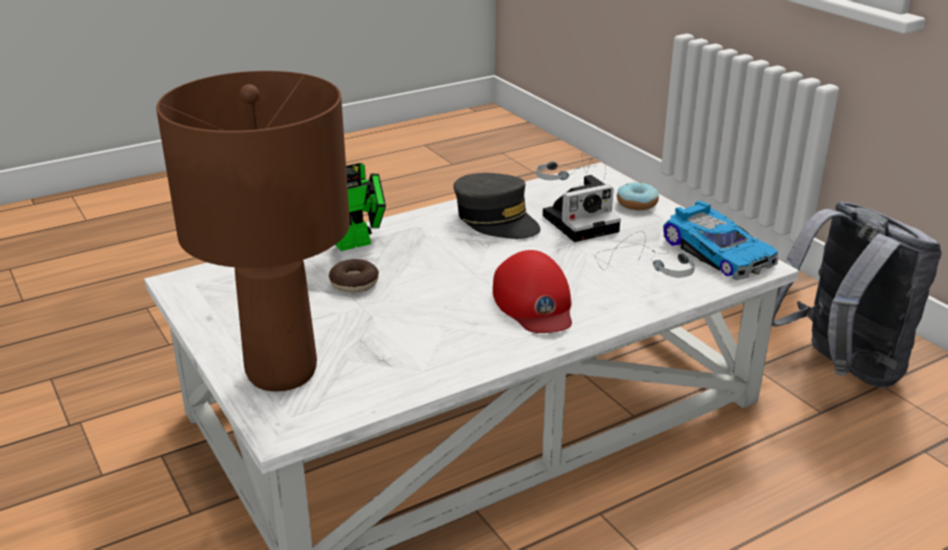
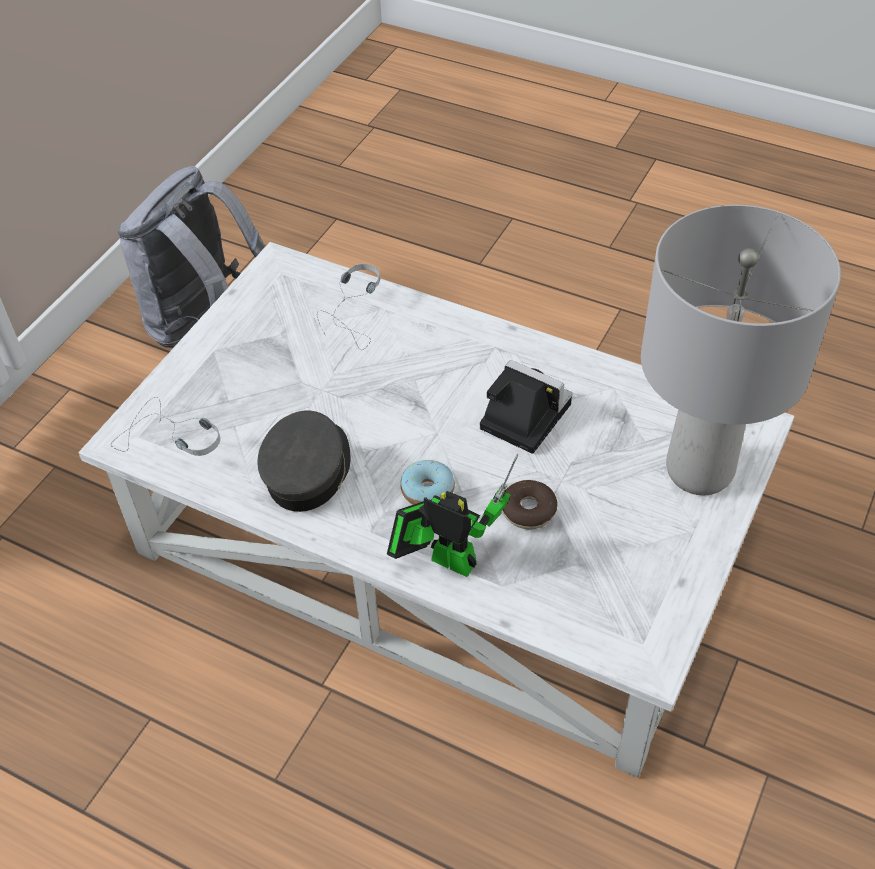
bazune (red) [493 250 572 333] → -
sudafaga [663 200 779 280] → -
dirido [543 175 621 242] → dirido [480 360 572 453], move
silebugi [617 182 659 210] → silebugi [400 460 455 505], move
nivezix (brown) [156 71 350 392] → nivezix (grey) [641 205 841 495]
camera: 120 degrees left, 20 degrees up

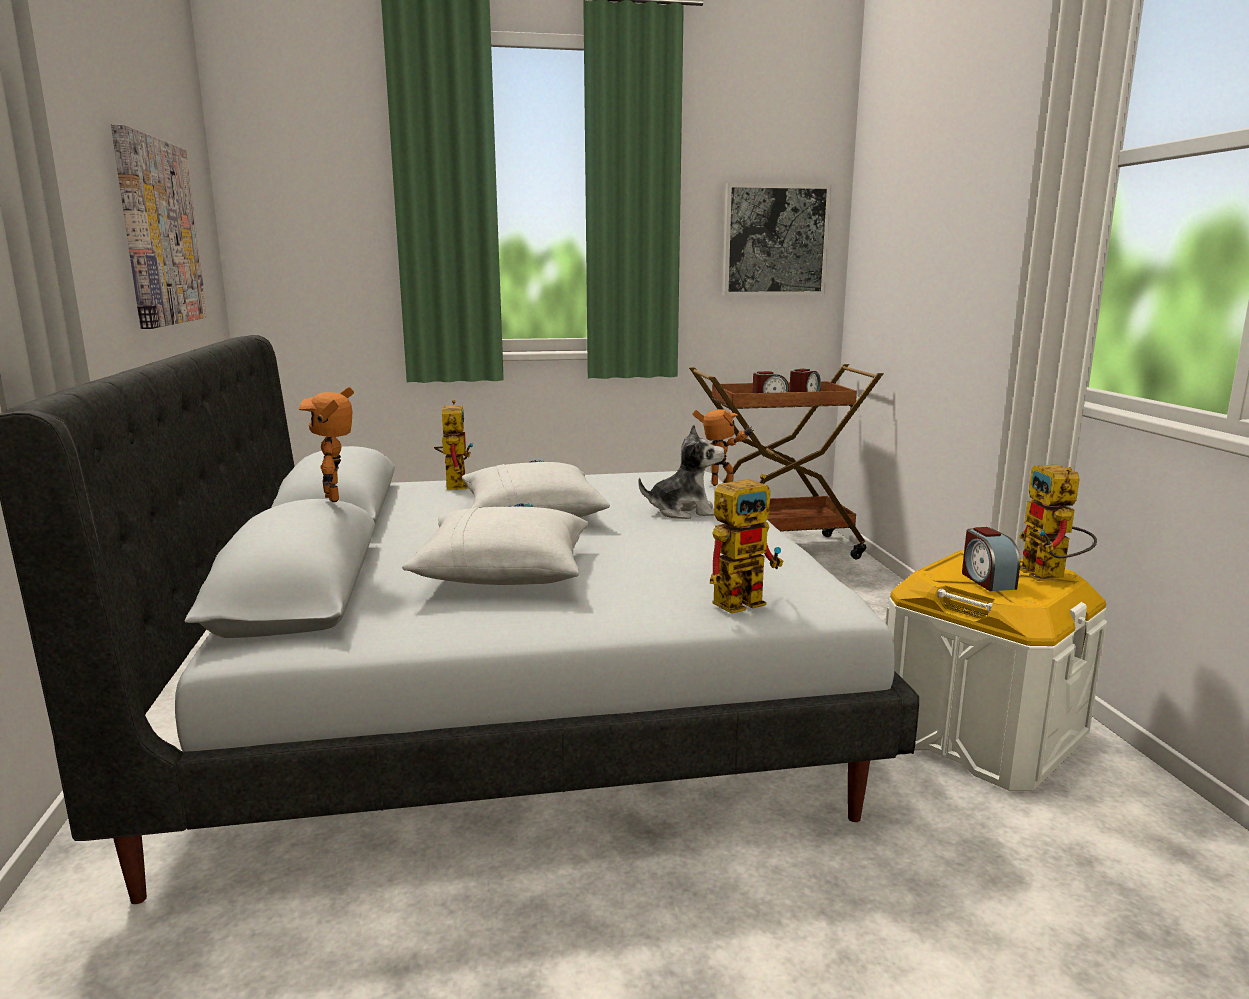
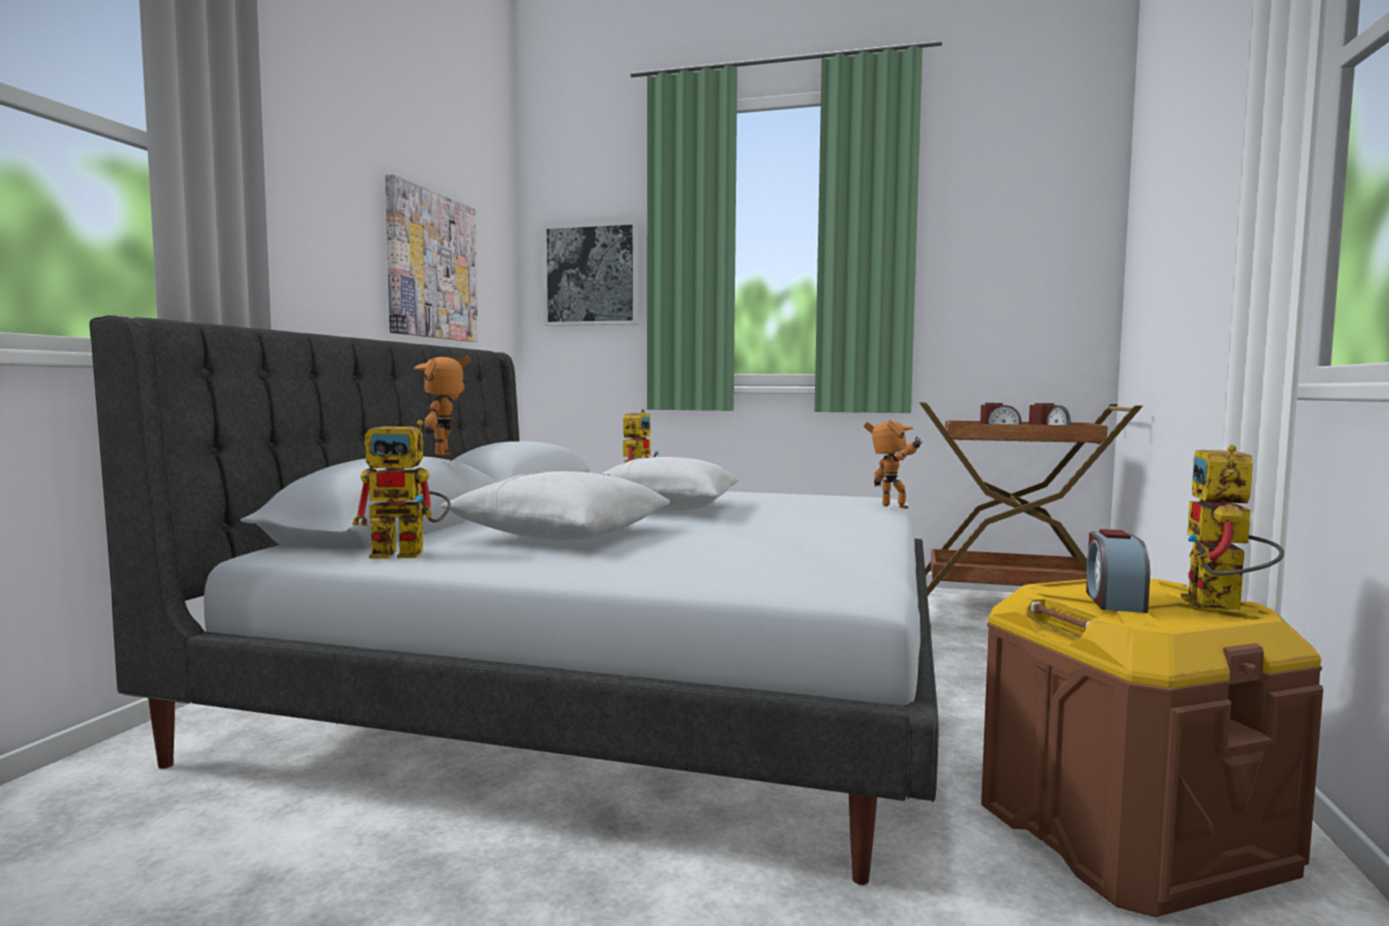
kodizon [638 424 725 519] → -
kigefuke [710 474 783 614] → kigefuke [352 420 451 559], move
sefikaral [722 183 831 295] → sefikaral [543 220 639 326], move
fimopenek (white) [885 550 1107 791] → fimopenek (brown) [981 579 1323 917]
camera: 25 degrees right, 10 degrees down

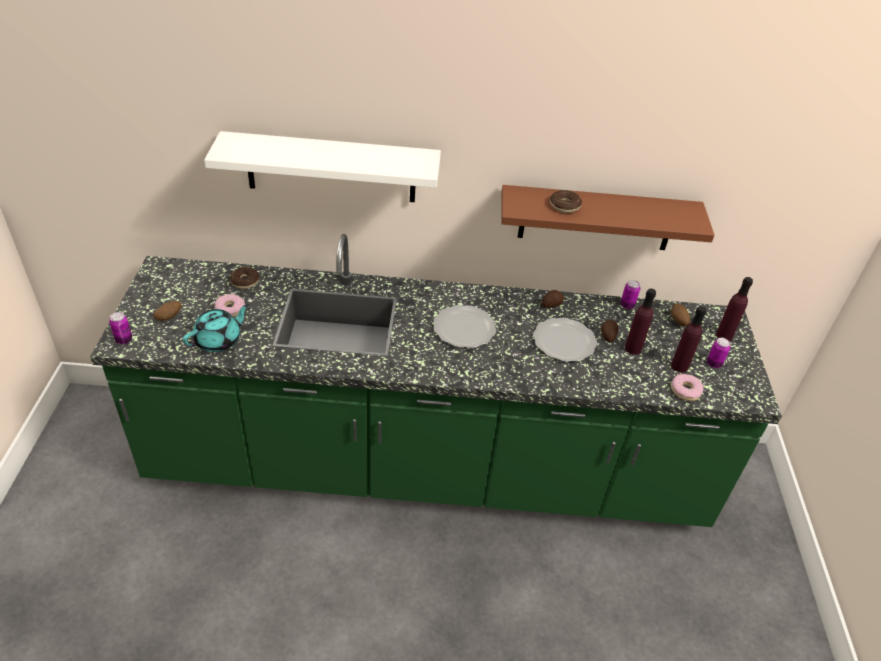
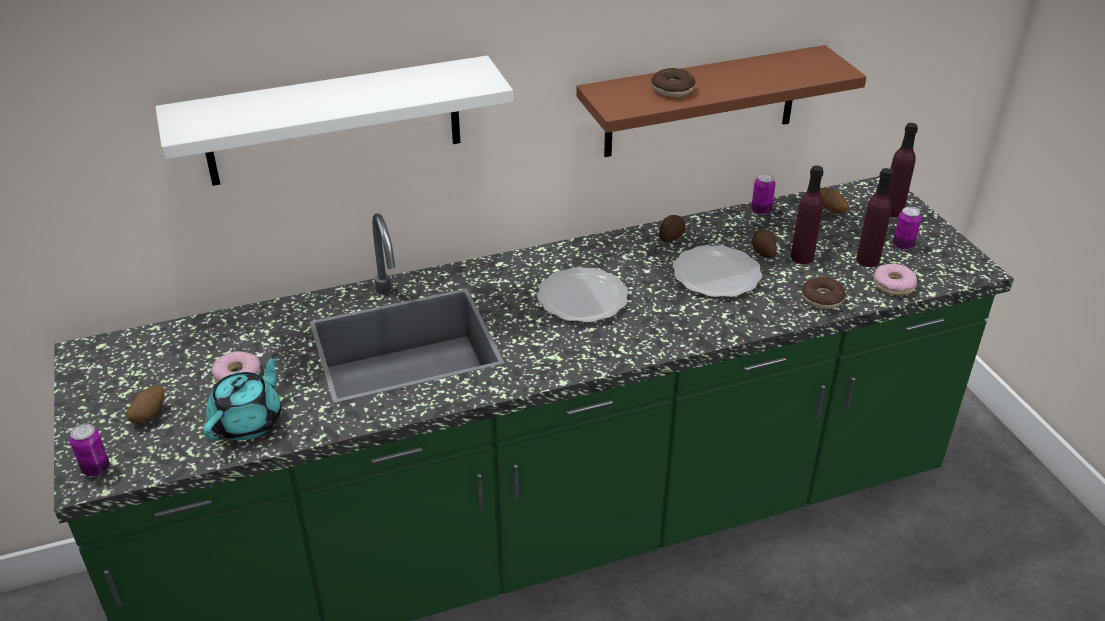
silebugi [230 267 259 289] → silebugi [802 277 846 309], move
camera: 20 degrees left, 5 degrees down

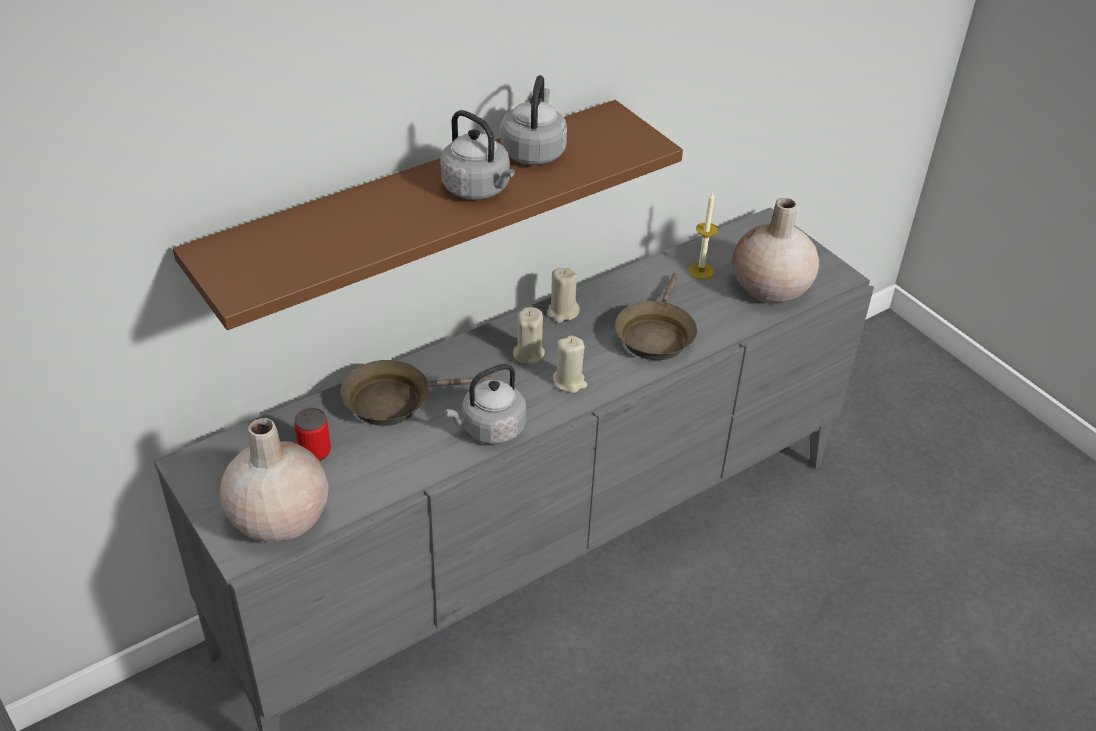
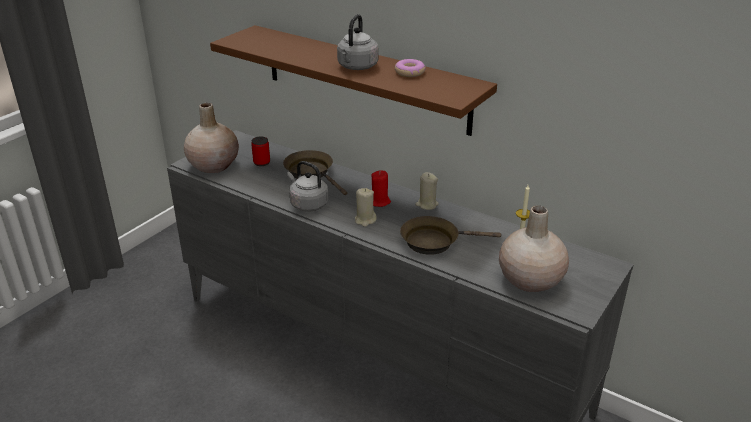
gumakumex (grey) [501 75 567 165] → silebugi [395 59 426 77]
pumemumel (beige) [513 307 545 364] → pumemumel (red) [371 171 391 207]
camera: 70 degrees right, 10 degrees down

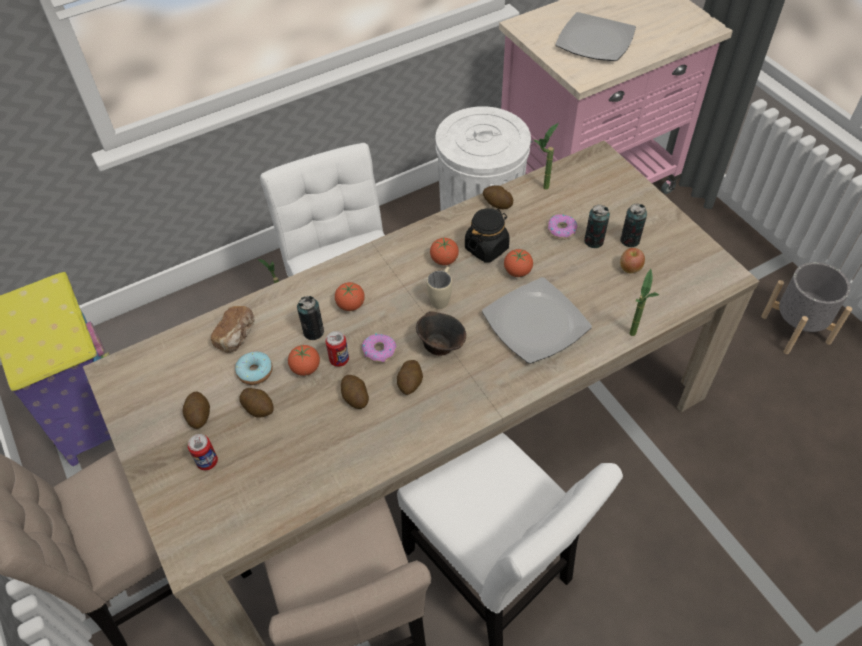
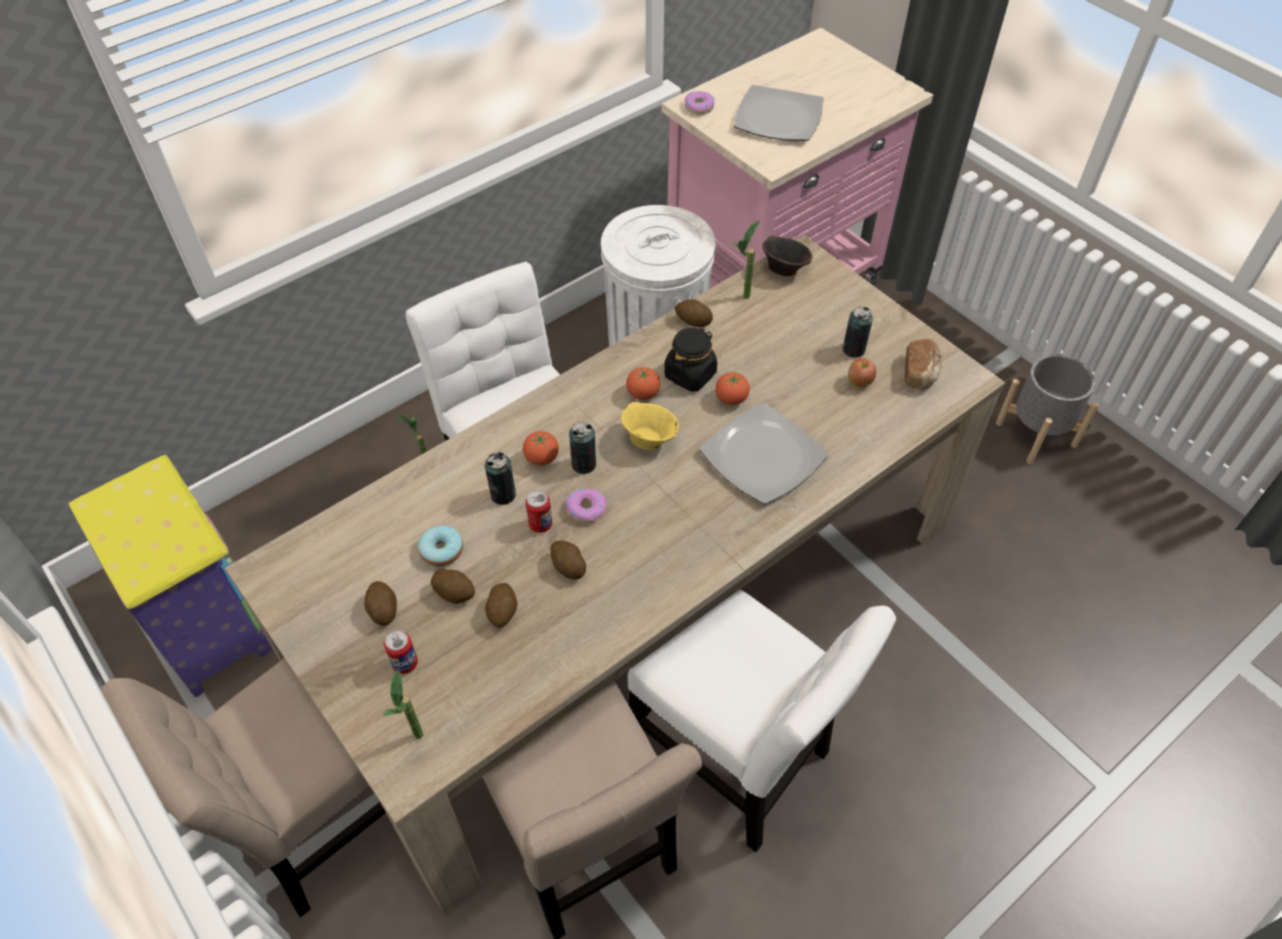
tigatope [288 345 320 376] → -
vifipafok [211 306 254 353] → vifipafok [905 339 942 390], move
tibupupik [397 360 423 395] → tibupupik [485 583 518 628], move
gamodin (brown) [416 311 466 356] → gamodin (brown) [762 236 812 276], move
silebugi [548 214 578 240] → silebugi [685 91 715 115], move
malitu [584 205 610 248] → malitu [569 421 596 474], move
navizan [629 269 659 336] → navizan [383 669 423 739], move
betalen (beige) [427 267 452 309] → gamodin (yellow) [621 402 679 450]
camera: 10 degrees left, 0 degrees up

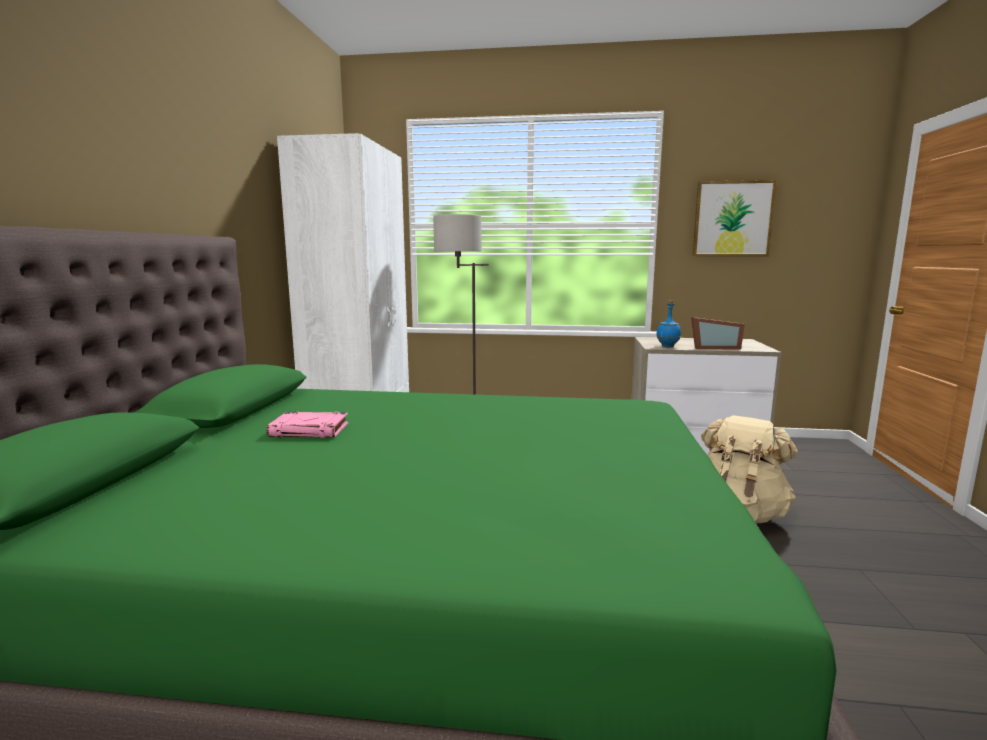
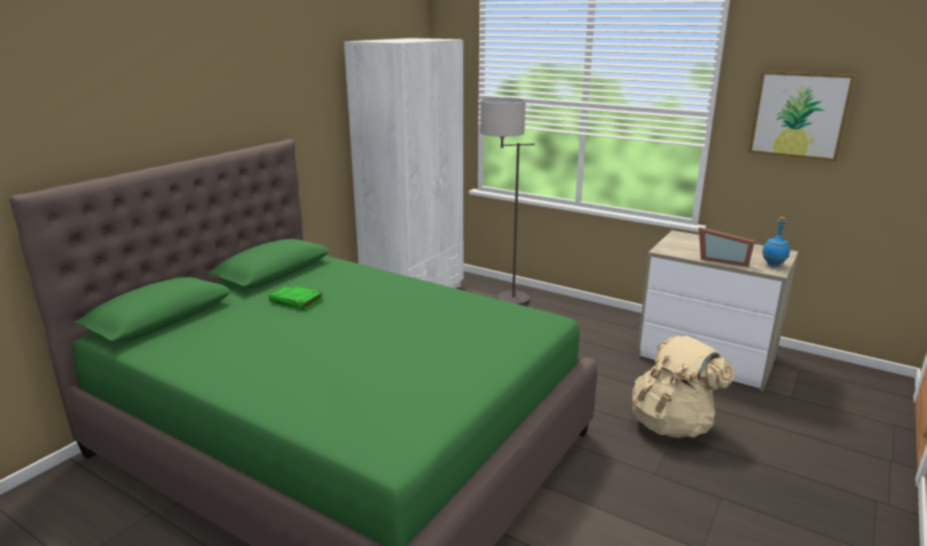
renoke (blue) [656 300 681 347] → renoke (blue) [762 217 790 267], move
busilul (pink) [267 411 348 438] → busilul (green) [269 285 324 310]
camera: 25 degrees right, 10 degrees up

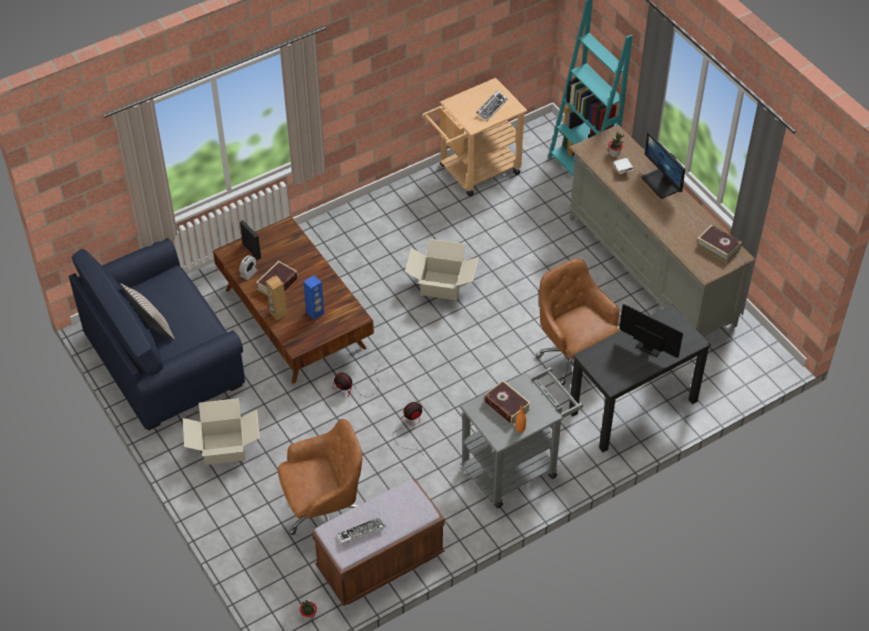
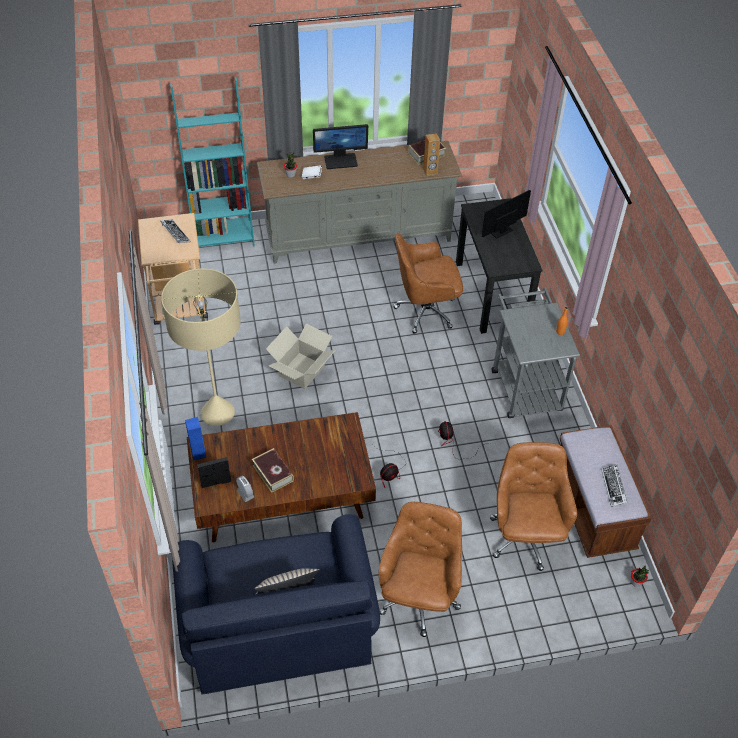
busilul [484 380 531 425] → -
- → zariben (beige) [161 268 240 426]
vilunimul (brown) [266 276 287 320] → vilunimul (brown) [423 133 440 176], move
vilunimul (blue) [303 275 324 320] → vilunimul (blue) [185 417 206 460], move
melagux [183 398 260 465] → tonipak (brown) [379 502 462 637]
camera: 70 degrees left, 0 degrees up

